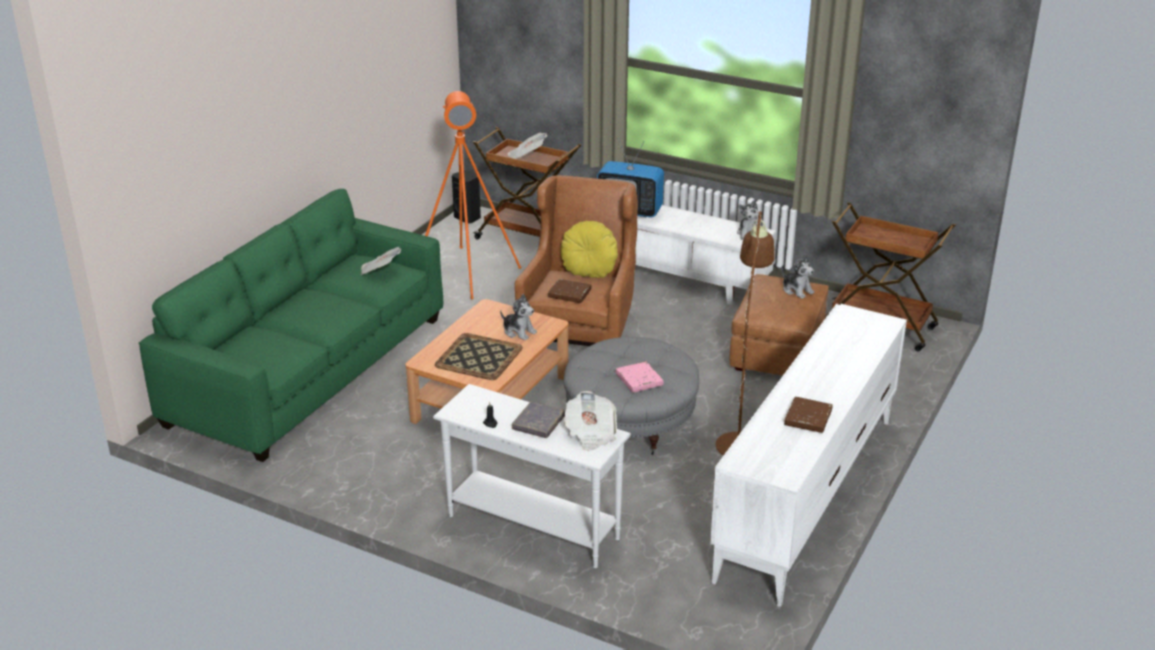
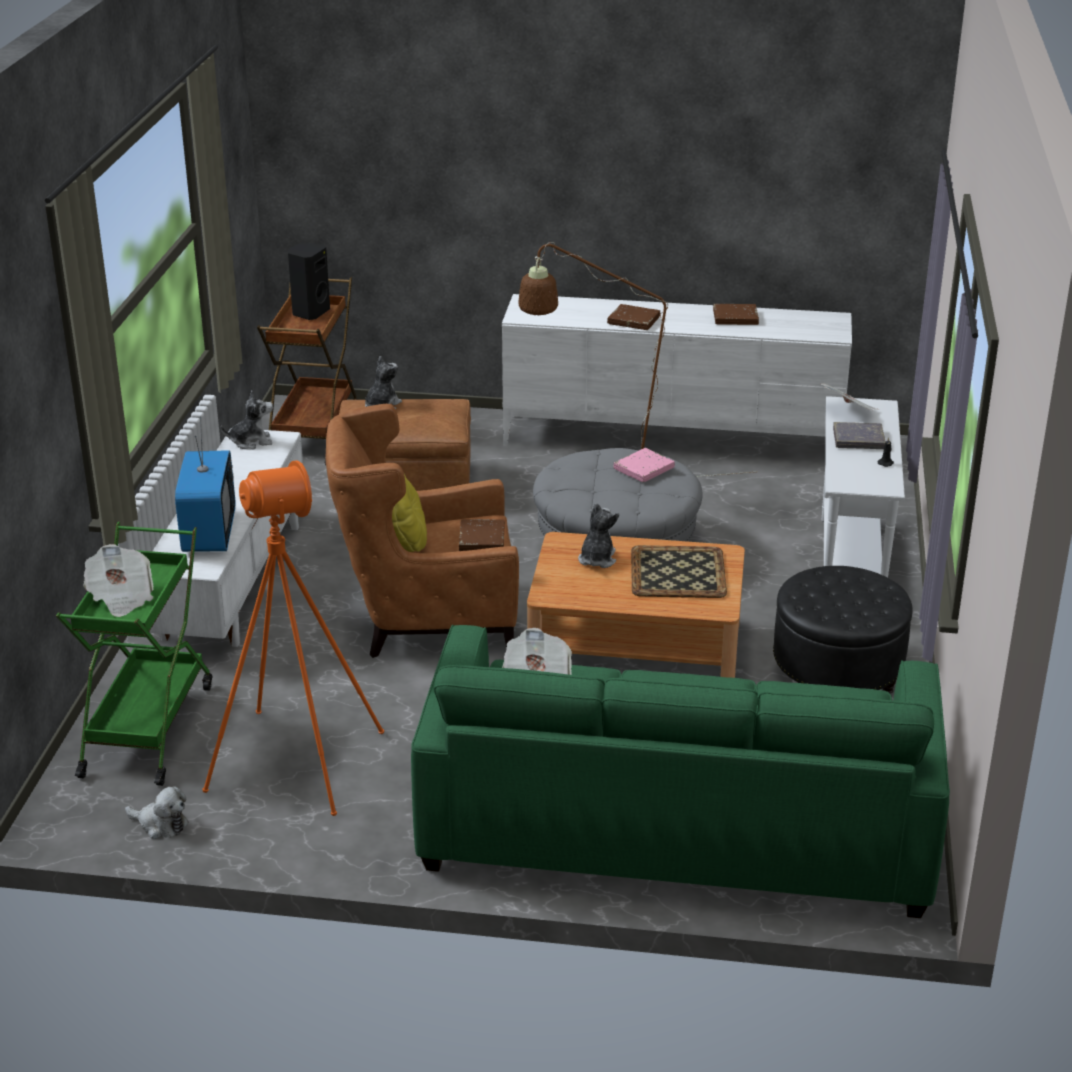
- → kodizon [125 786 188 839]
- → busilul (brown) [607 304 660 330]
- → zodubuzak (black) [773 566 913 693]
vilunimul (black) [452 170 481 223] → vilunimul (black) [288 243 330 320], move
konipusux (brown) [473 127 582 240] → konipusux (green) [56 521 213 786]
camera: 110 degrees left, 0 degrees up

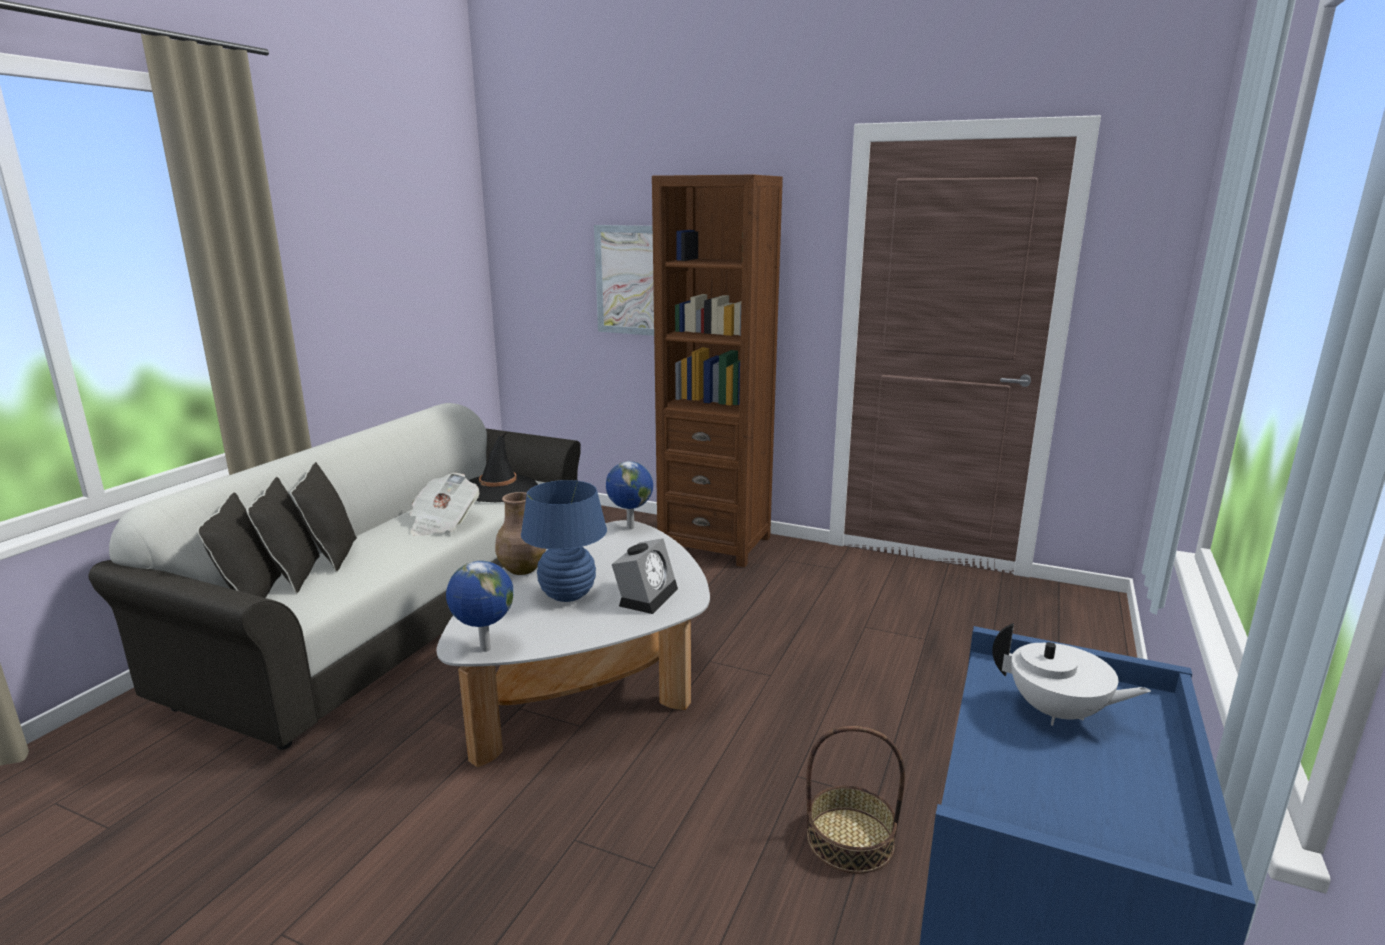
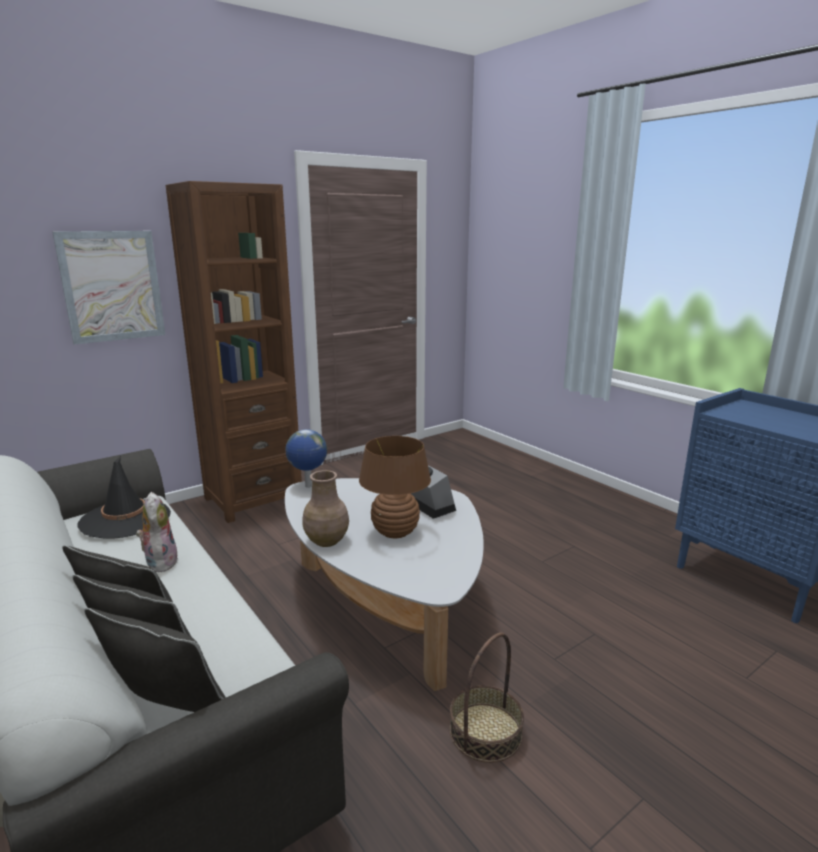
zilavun [446 561 514 652] → -
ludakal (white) [992 623 1151 726] → -
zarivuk [806 726 905 874] → zarivuk [449 633 524 763], move
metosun [410 473 479 536] → kodizon [136 492 179 572]
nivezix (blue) [521 480 607 602] → nivezix (brown) [359 436 431 539]
camera: 60 degrees left, 0 degrees up

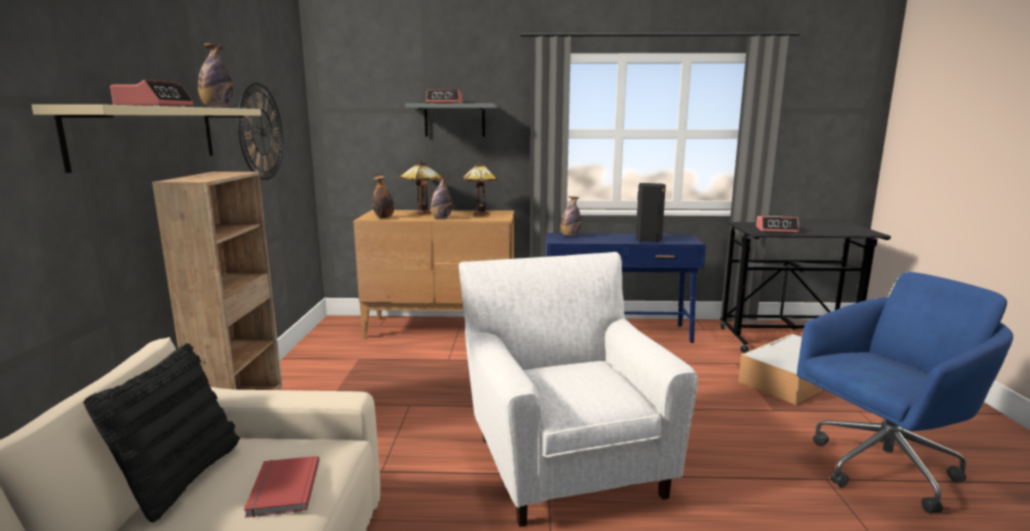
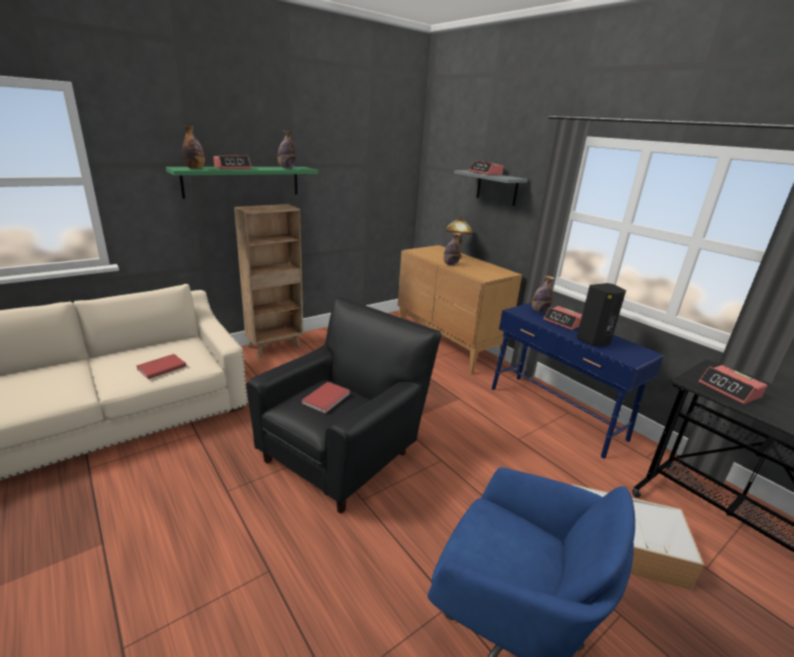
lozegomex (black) [83 343 240 522] → -
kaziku [238 82 283 180] → -
nivezix [463 161 498 216] → -
- → busilul (red) [301 382 350 414]
- → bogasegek [544 306 582 330]
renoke [372 176 394 218] → renoke [182 126 205 169], move
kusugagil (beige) [32 104 261 173] → kusugagil (green) [166 167 318 199]
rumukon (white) [459 252 698 527] → rumukon (black) [246 297 441 514]
camera: 50 degrees right, 10 degrees up

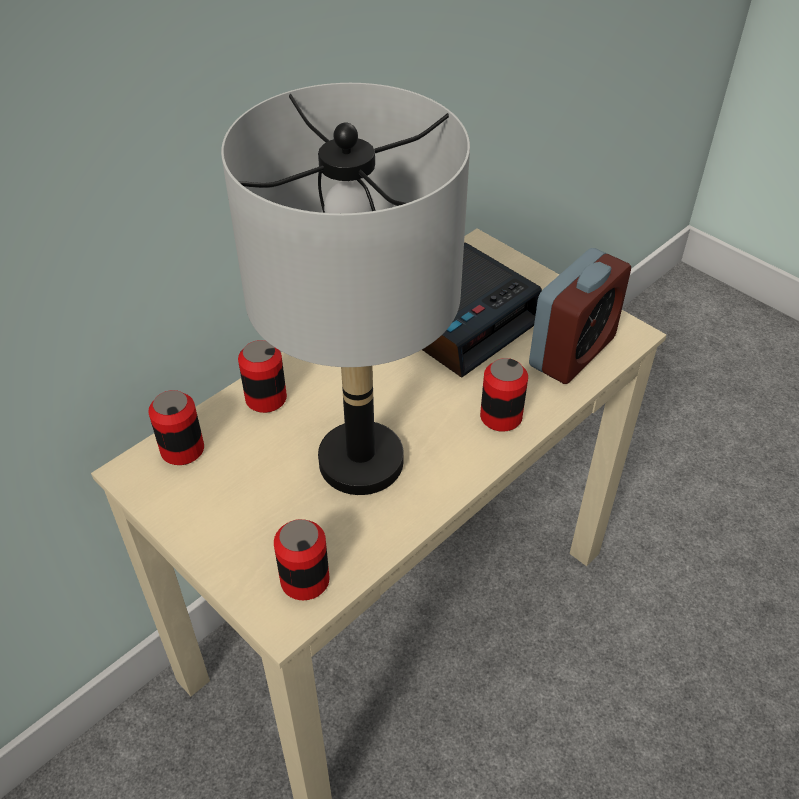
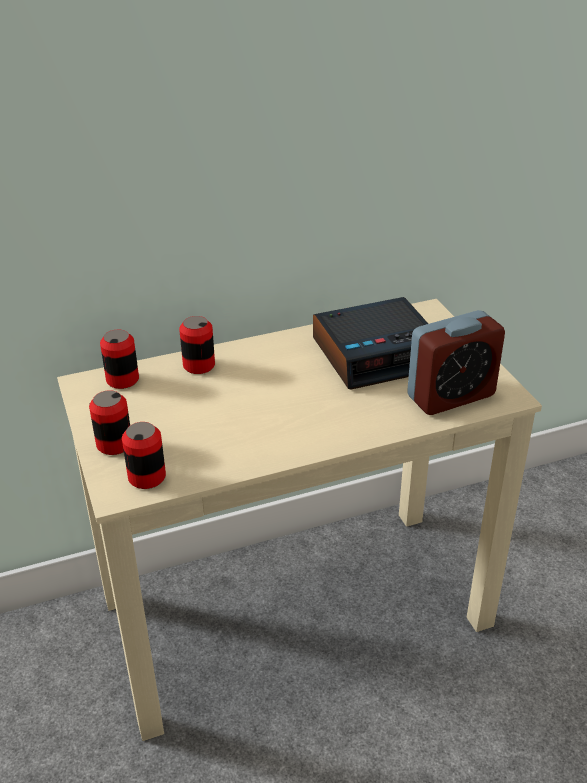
nivezix (grey) [221 83 470 495] → -
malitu [480 358 528 432] → malitu [89 390 130 455], move
camera: 25 degrees right, 10 degrees down

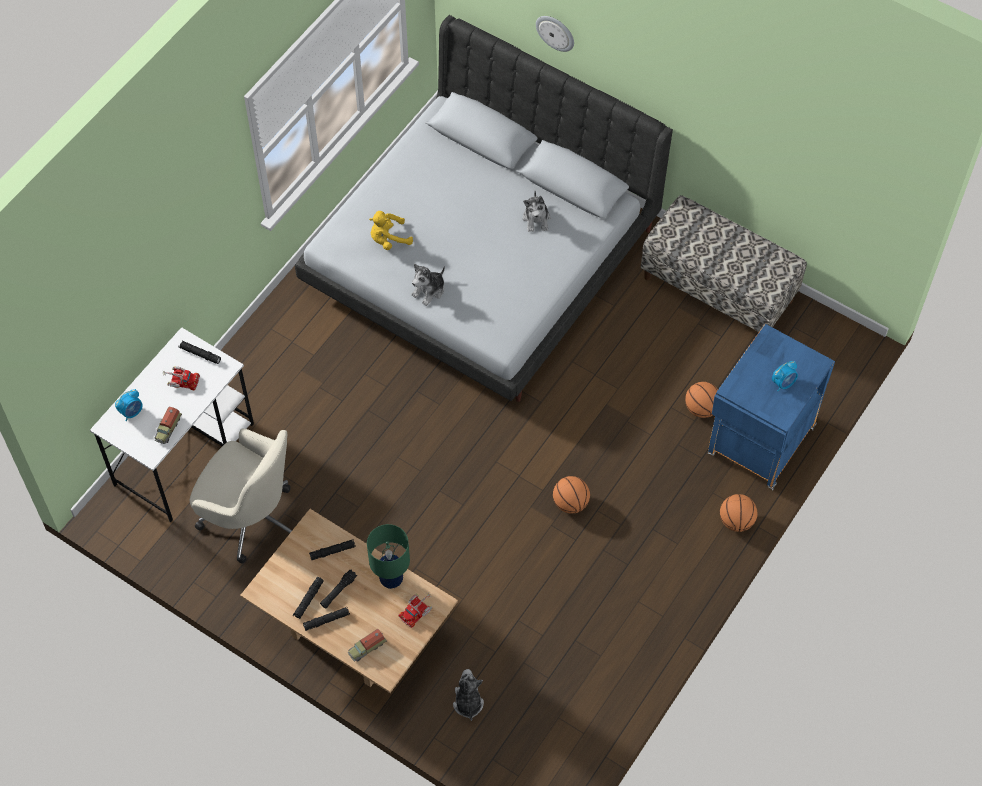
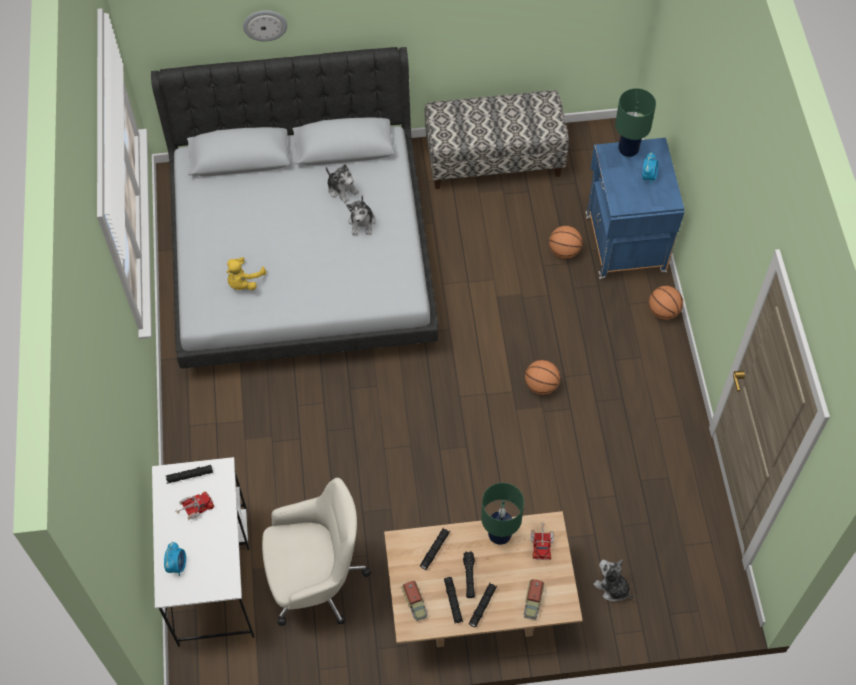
- → nivezix (green) [615 88 656 157]
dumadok [154 407 182 444] → dumadok [401 581 428 621], move
kodizon [411 264 445 306] → kodizon [346 195 376 235], move
camera: 40 degrees left, 0 degrees up

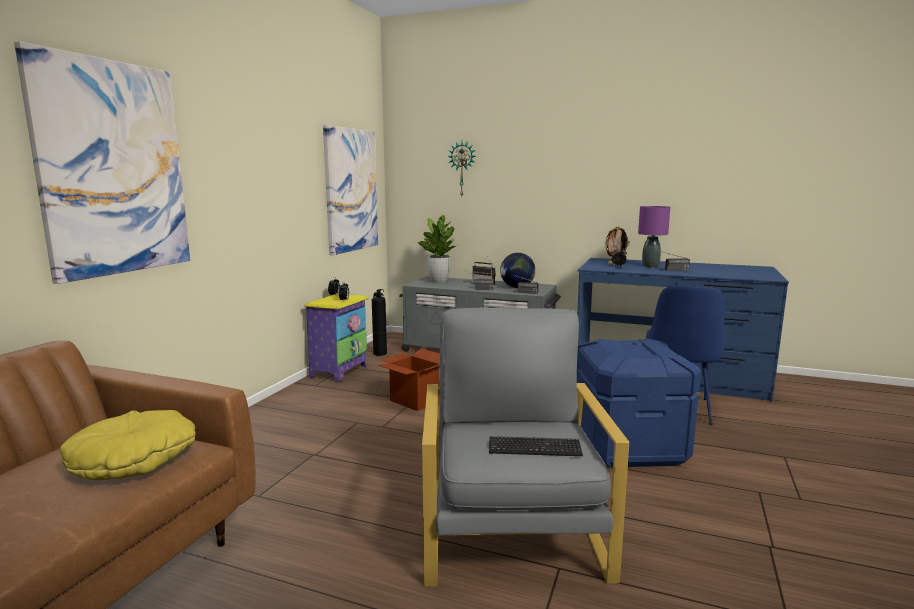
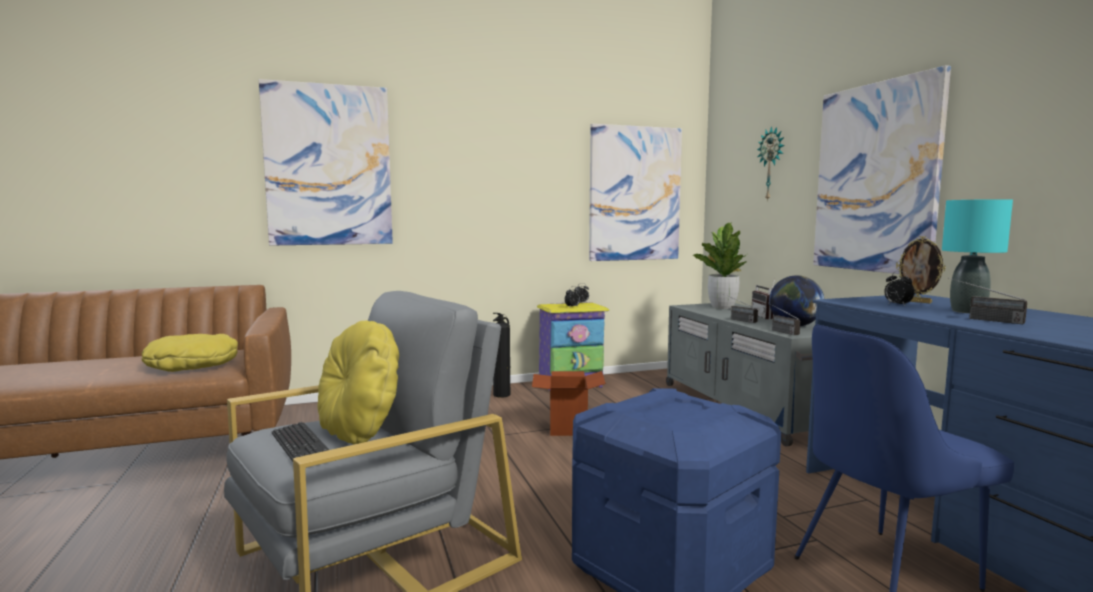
- → lozegomex (yellow) [318 321 399 444]
- → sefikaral [813 65 951 274]
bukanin [372 289 387 356] → bukanin [493 313 510 398], move
nivezix (purple) [638 206 670 267] → nivezix (turquoise) [942 199 1013 313]
camera: 50 degrees right, 5 degrees down

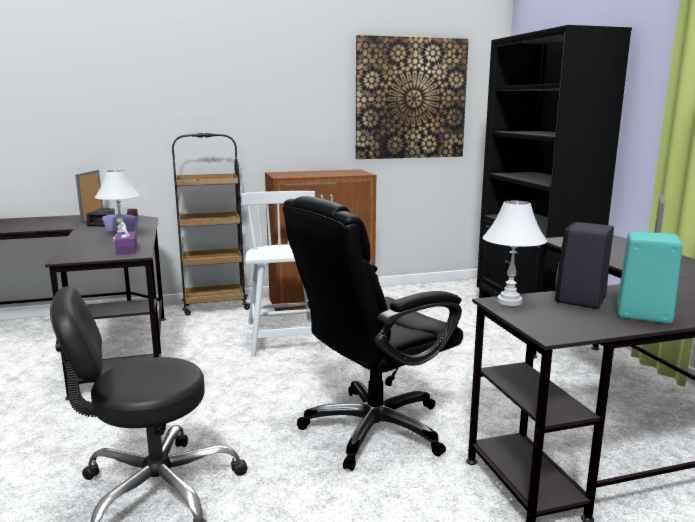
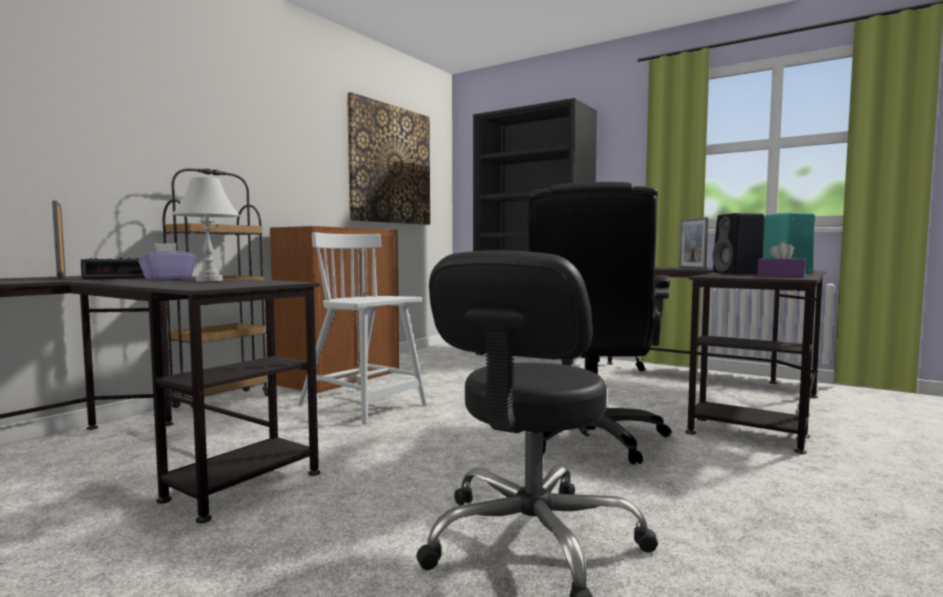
nivezix (white) [482 201 547 306] → -
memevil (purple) [114 221 137 254] → memevil (purple) [758 242 806 277], move
camera: 40 degrees left, 10 degrees down

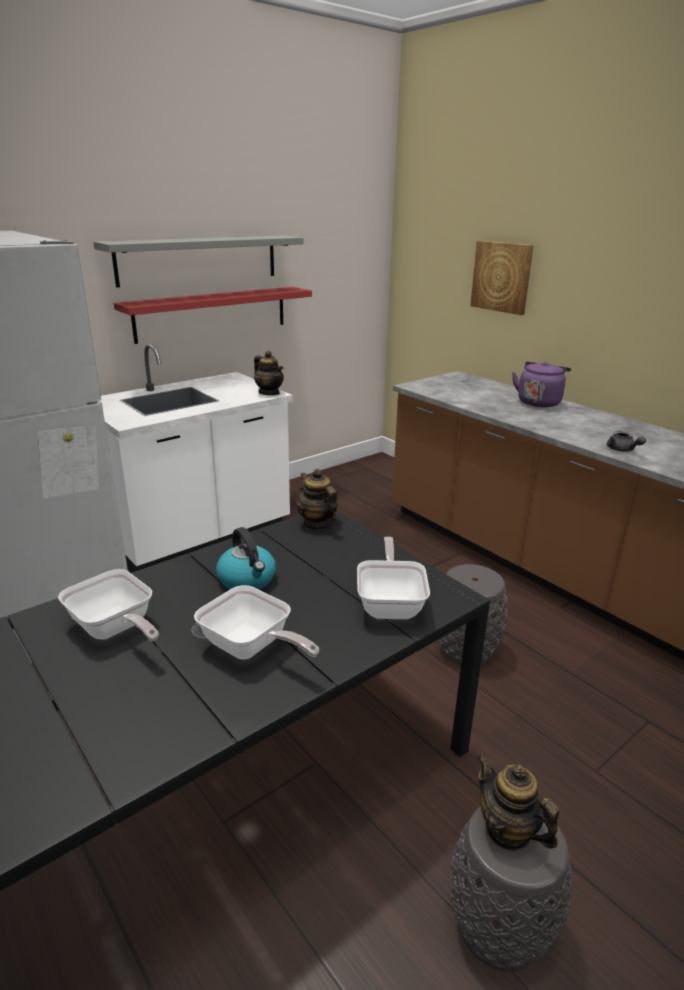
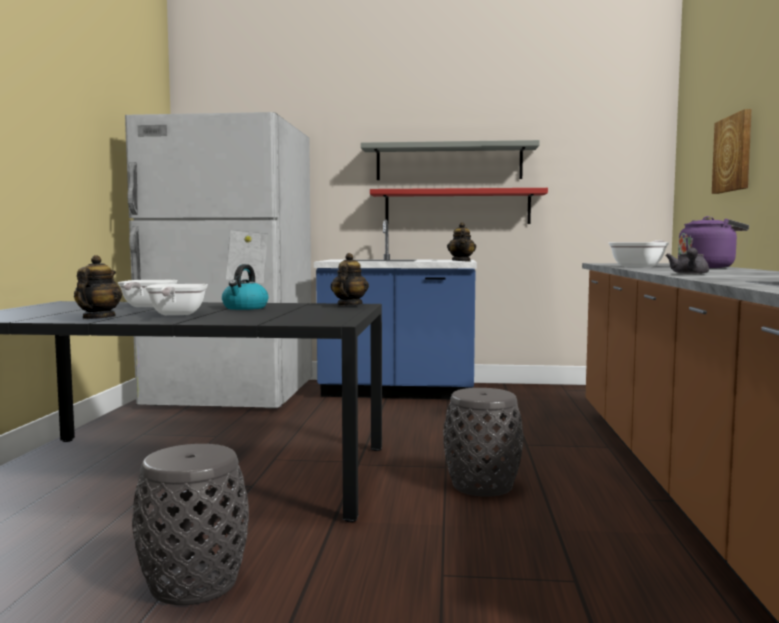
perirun [357 537 430 619] → perirun [609 240 669 268], move
ludakal [476 753 560 851] → ludakal [74 255 122 319], move
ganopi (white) [99 344 293 573] → ganopi (blue) [314 219 477 399]
camera: 45 degrees right, 20 degrees down

